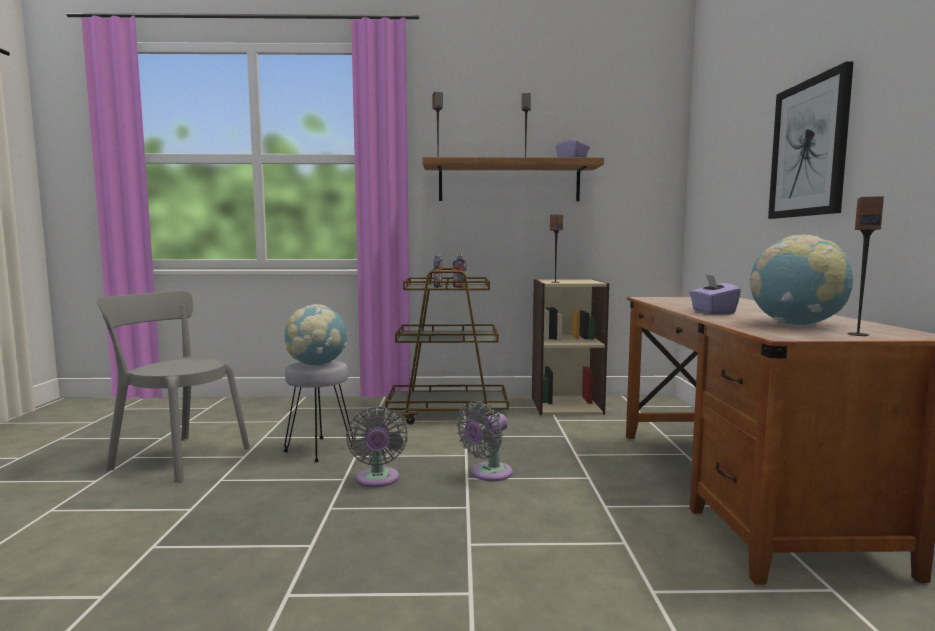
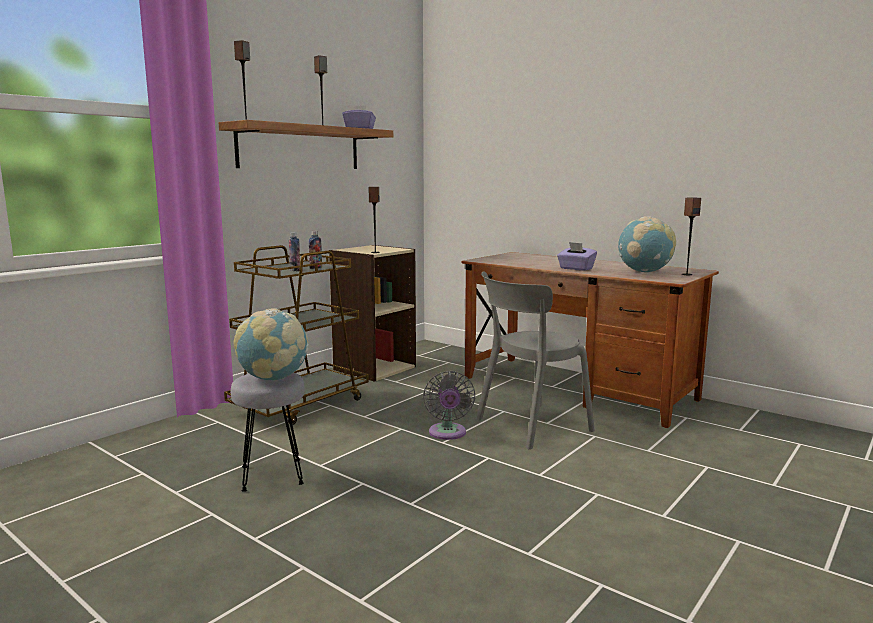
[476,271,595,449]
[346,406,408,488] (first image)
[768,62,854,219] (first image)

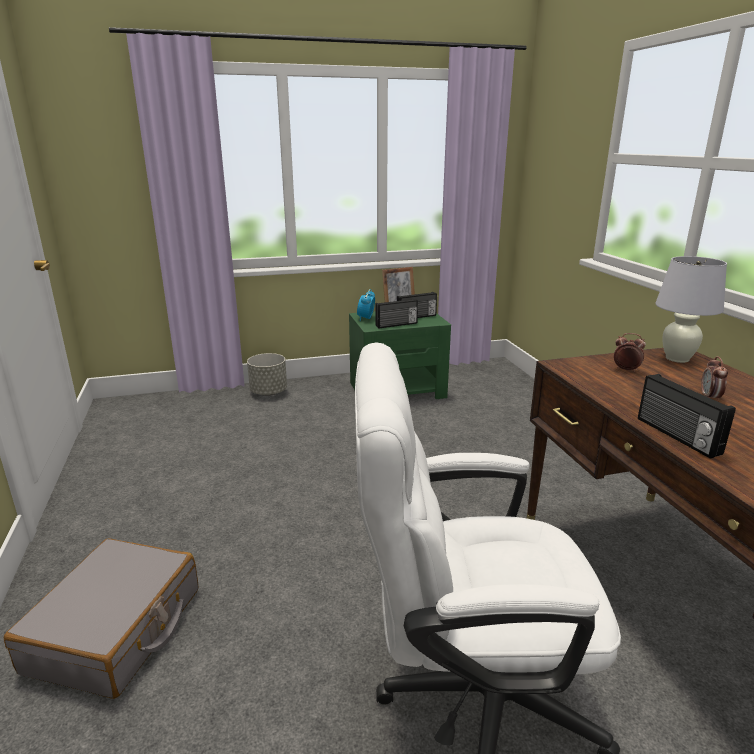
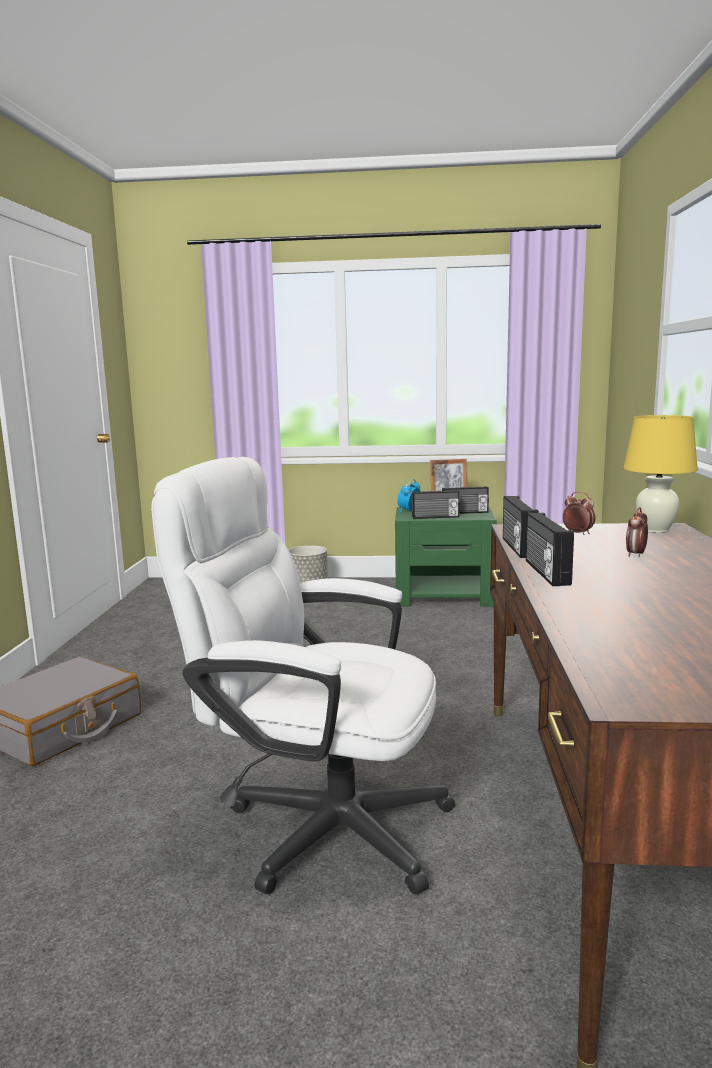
[503,496,539,558]
[623,415,698,533]

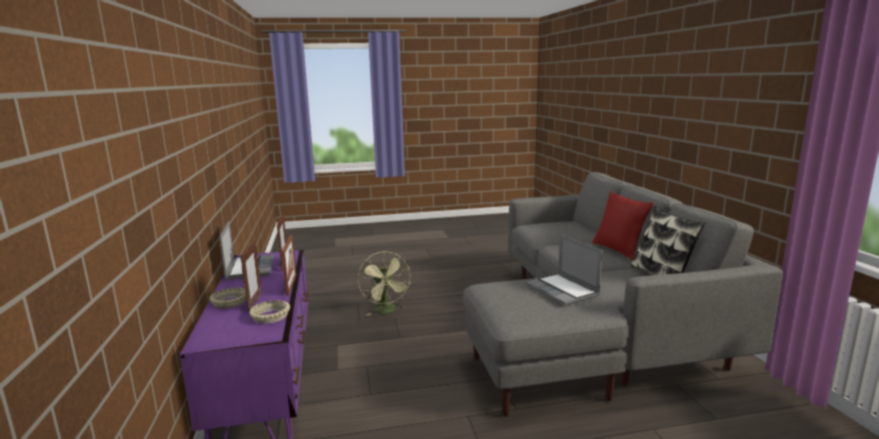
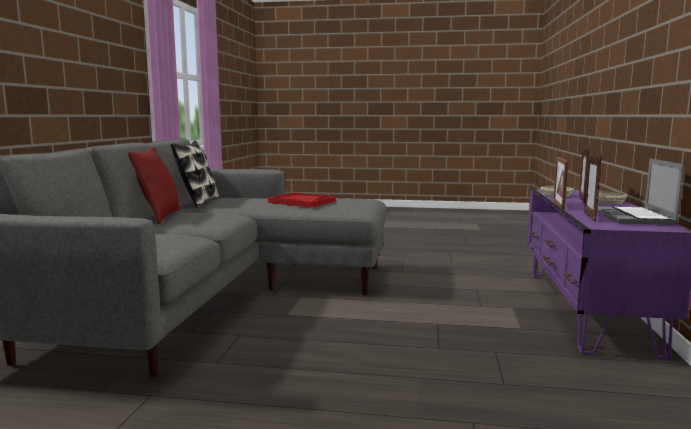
[268,192,336,208]
[358,251,411,316] (first image)

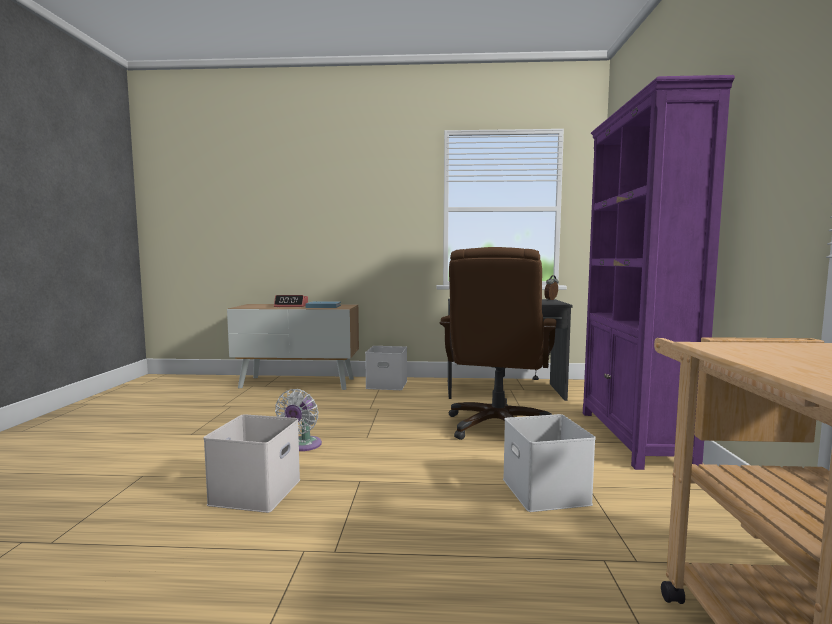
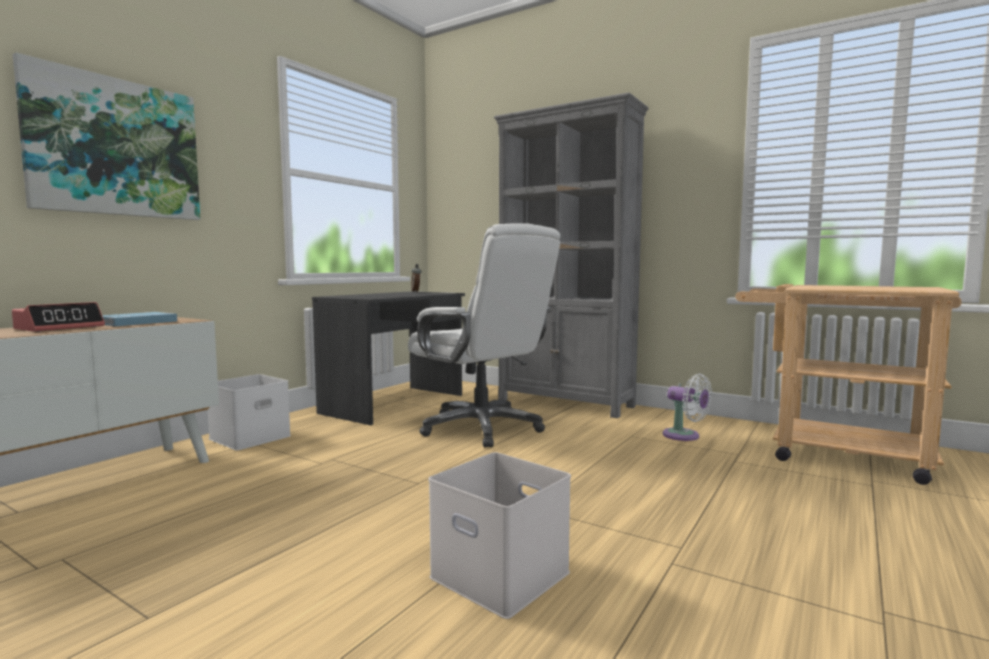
[12,53,200,220]
[408,223,561,447]
[494,92,649,418]
[663,373,712,441]
[503,414,596,512] (first image)

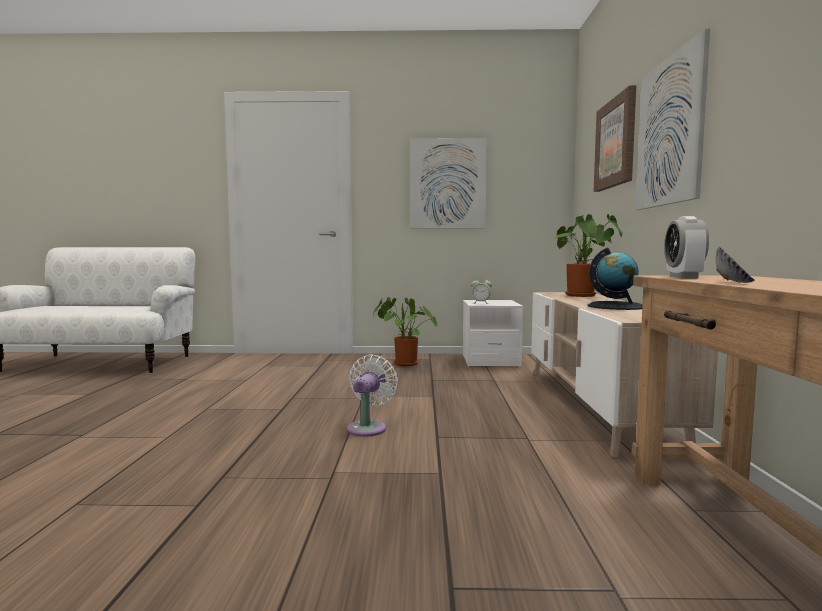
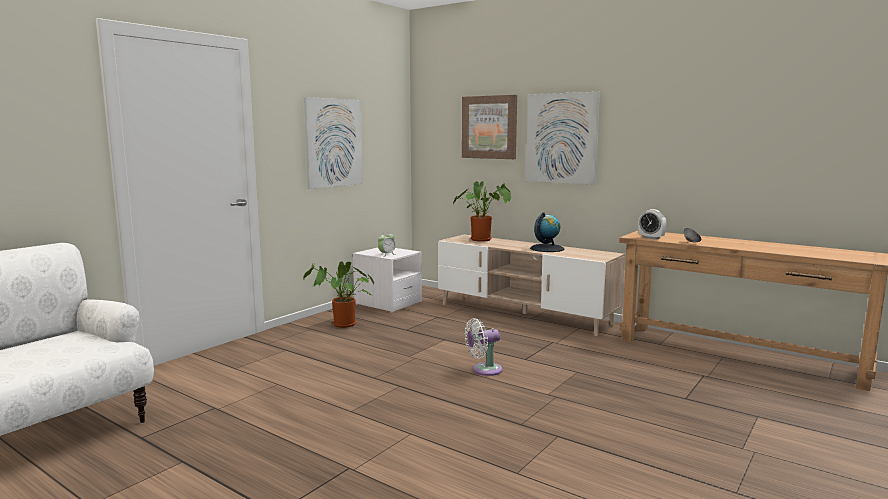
[465,318,502,376]

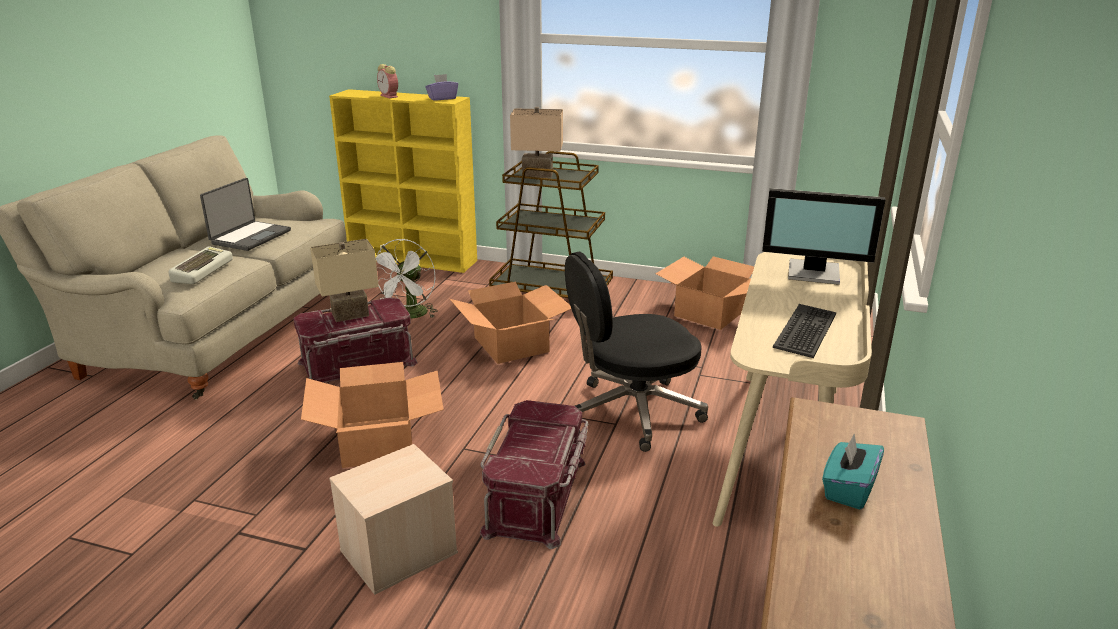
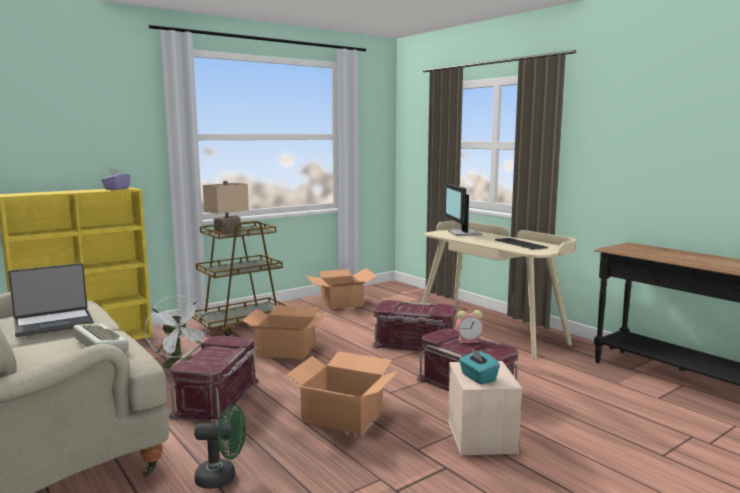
[8,263,94,337]
[194,404,246,489]
[372,300,456,352]
[445,184,482,236]
[456,310,483,343]
[459,347,500,384]
[310,239,379,322] (first image)

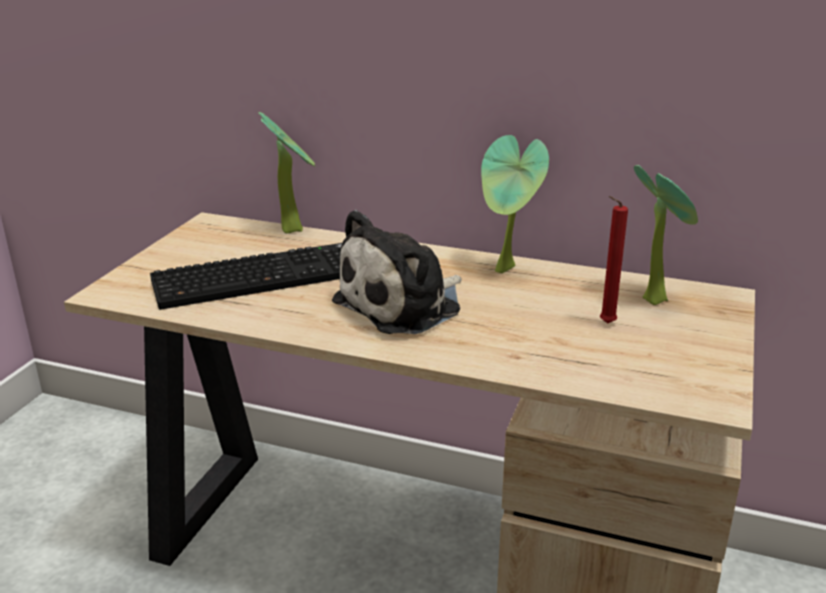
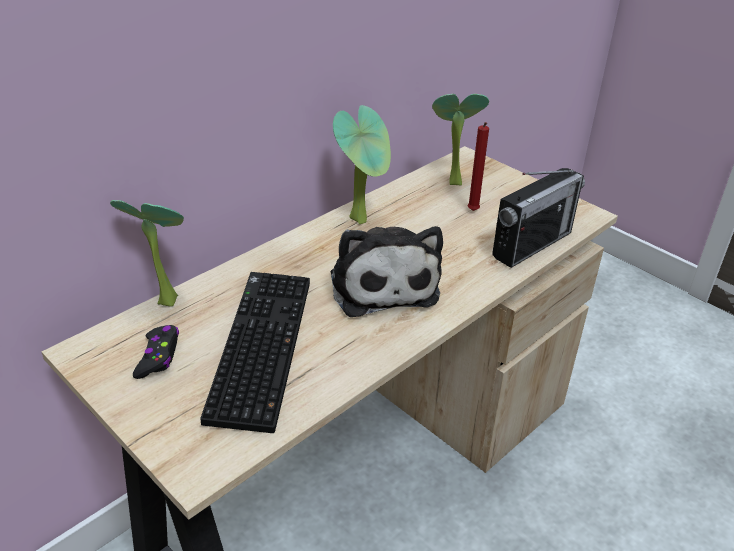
[133,325,179,379]
[492,168,585,268]

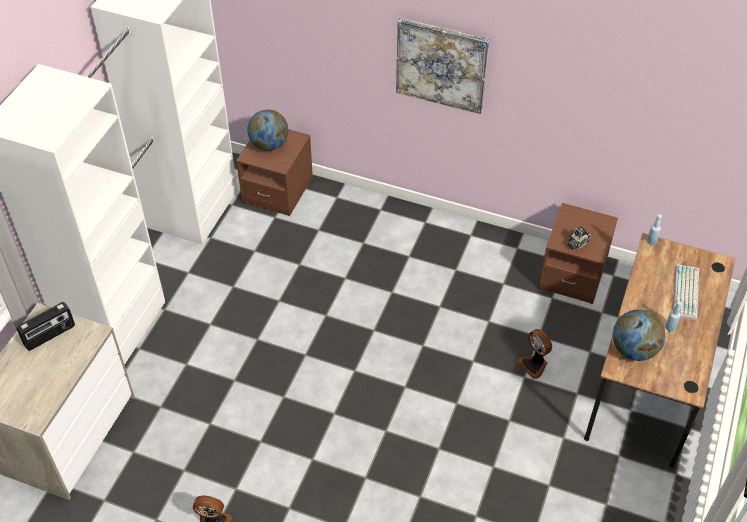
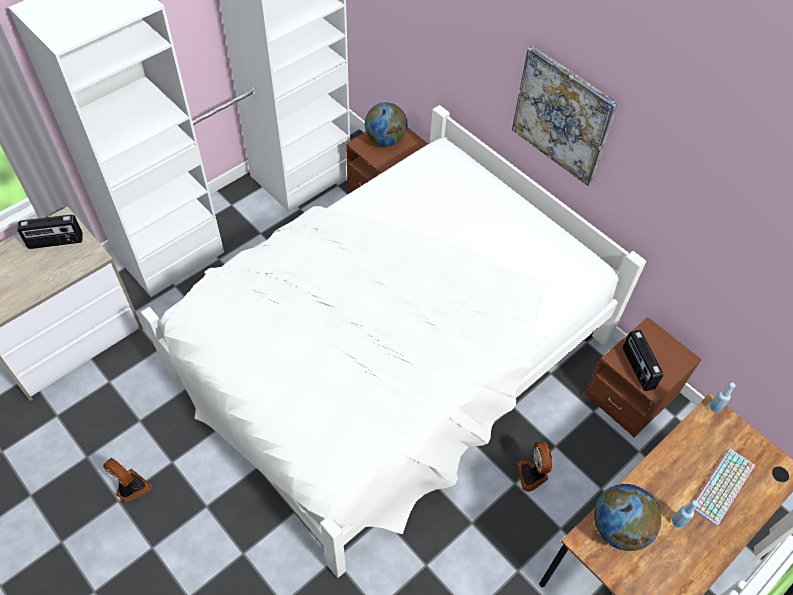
[141,105,646,578]
[623,330,663,391]

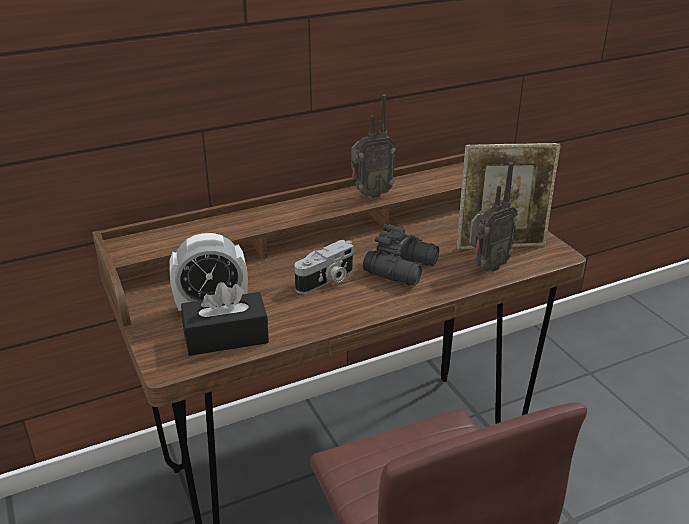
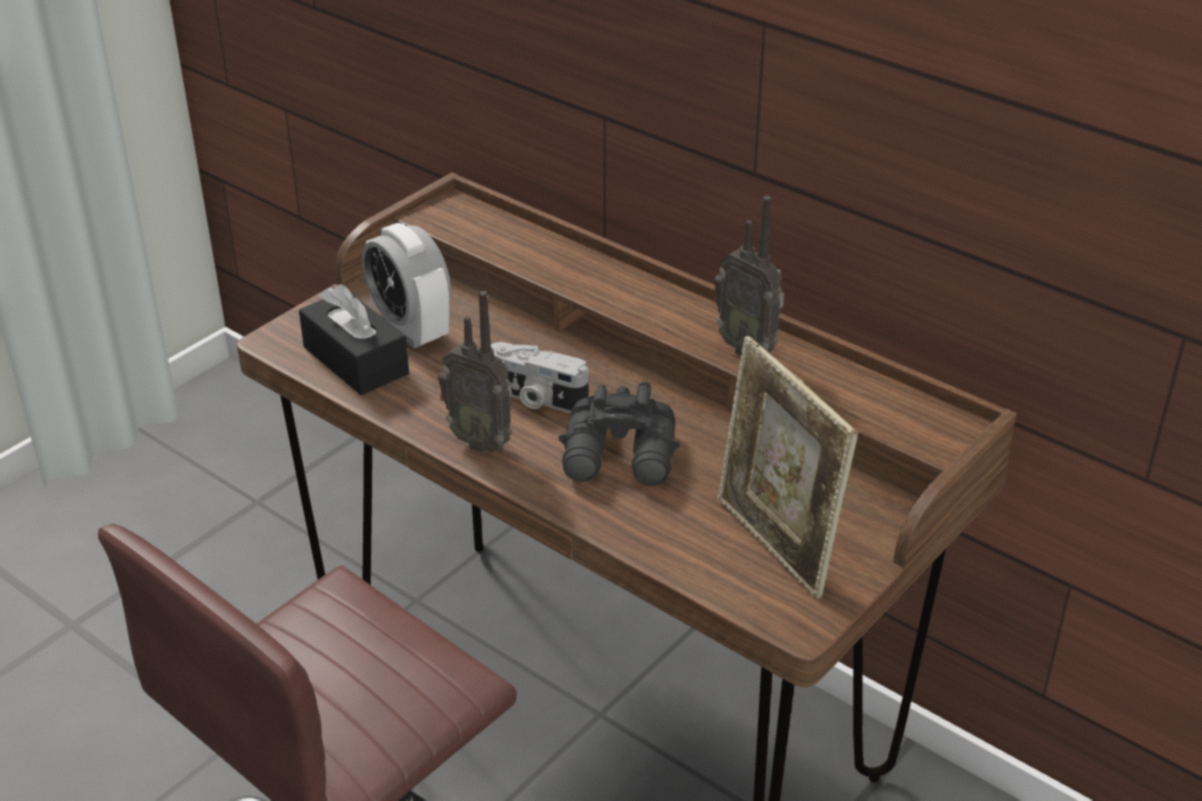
[438,291,512,453]

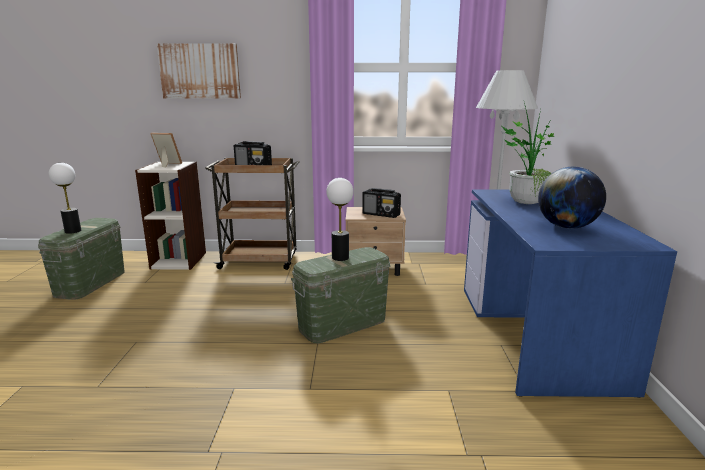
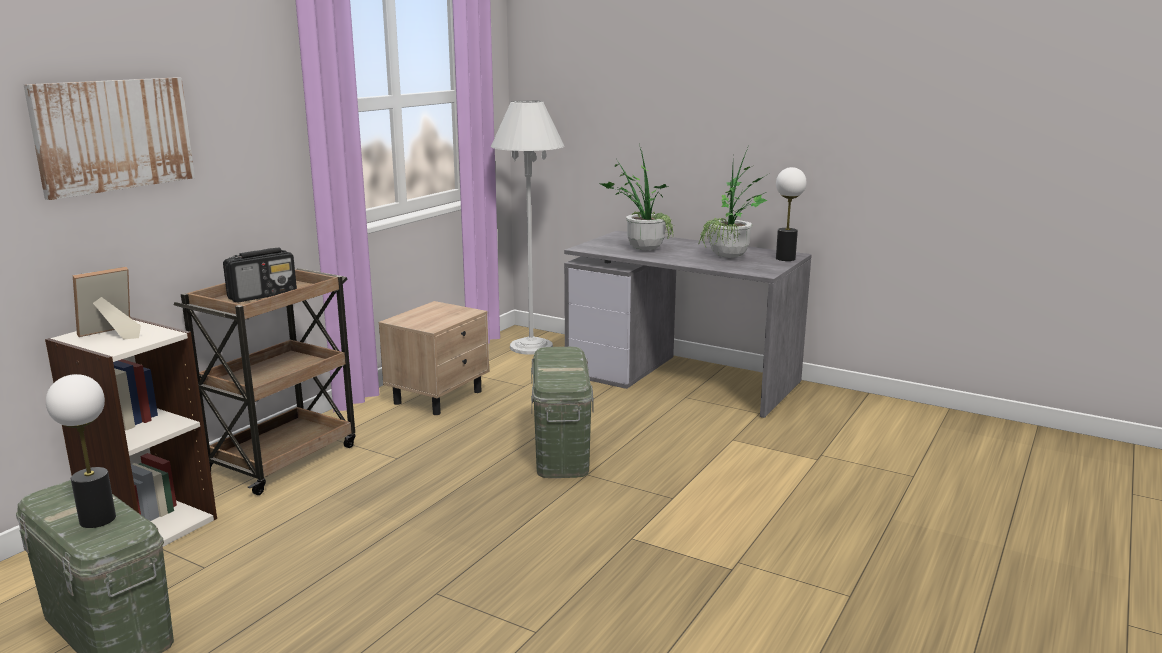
[564,231,812,418]
[698,148,768,258]
[776,167,806,261]
[362,188,401,218] (first image)

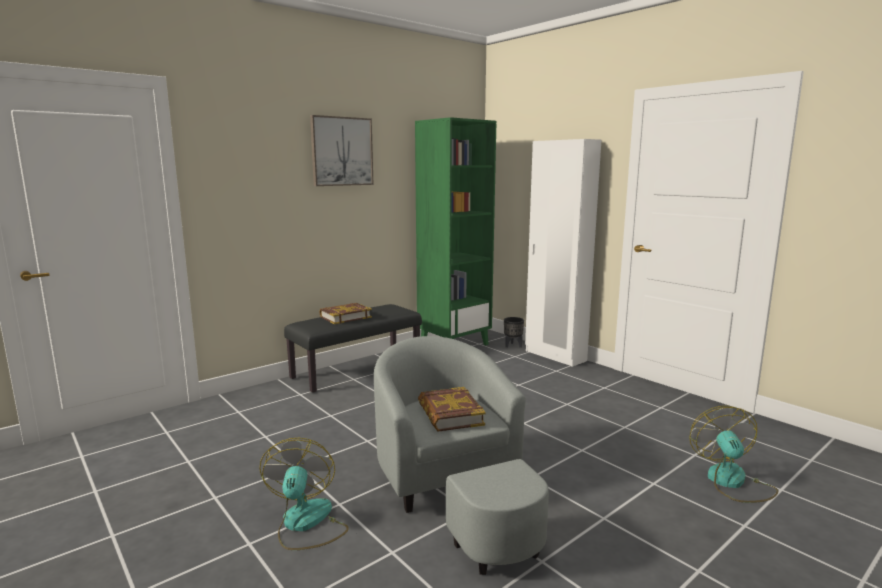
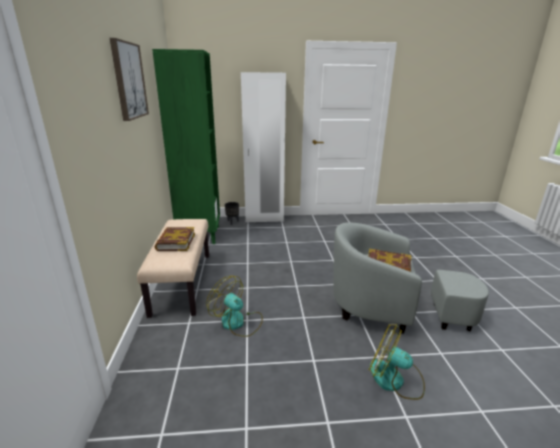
[137,219,209,318]
[206,276,263,337]

